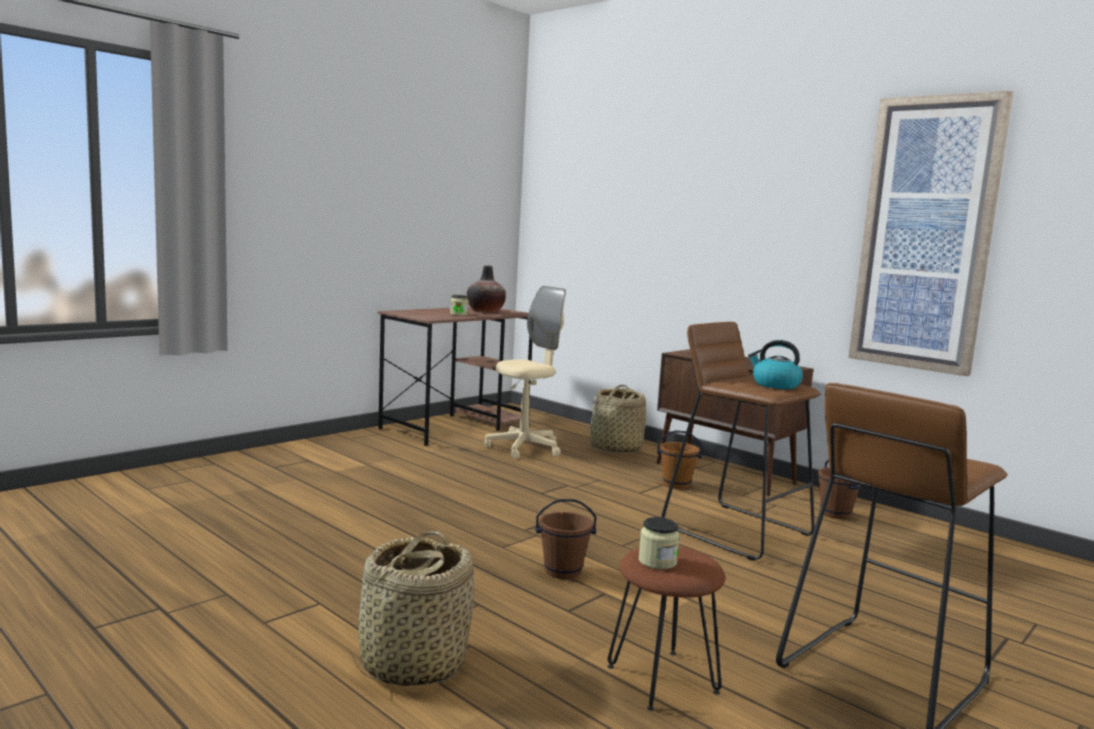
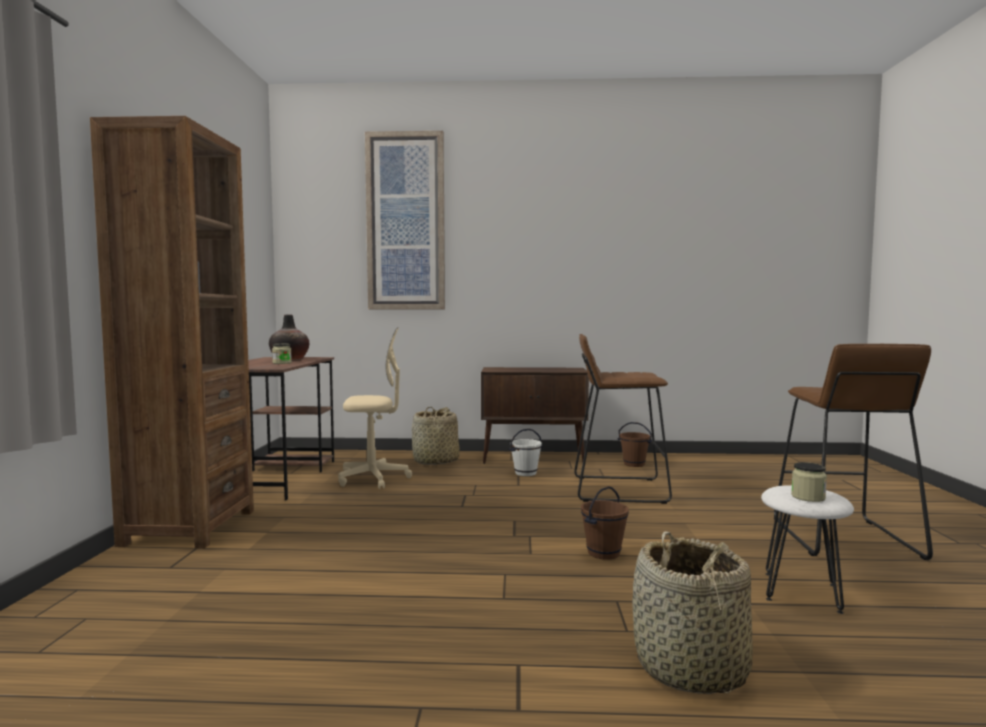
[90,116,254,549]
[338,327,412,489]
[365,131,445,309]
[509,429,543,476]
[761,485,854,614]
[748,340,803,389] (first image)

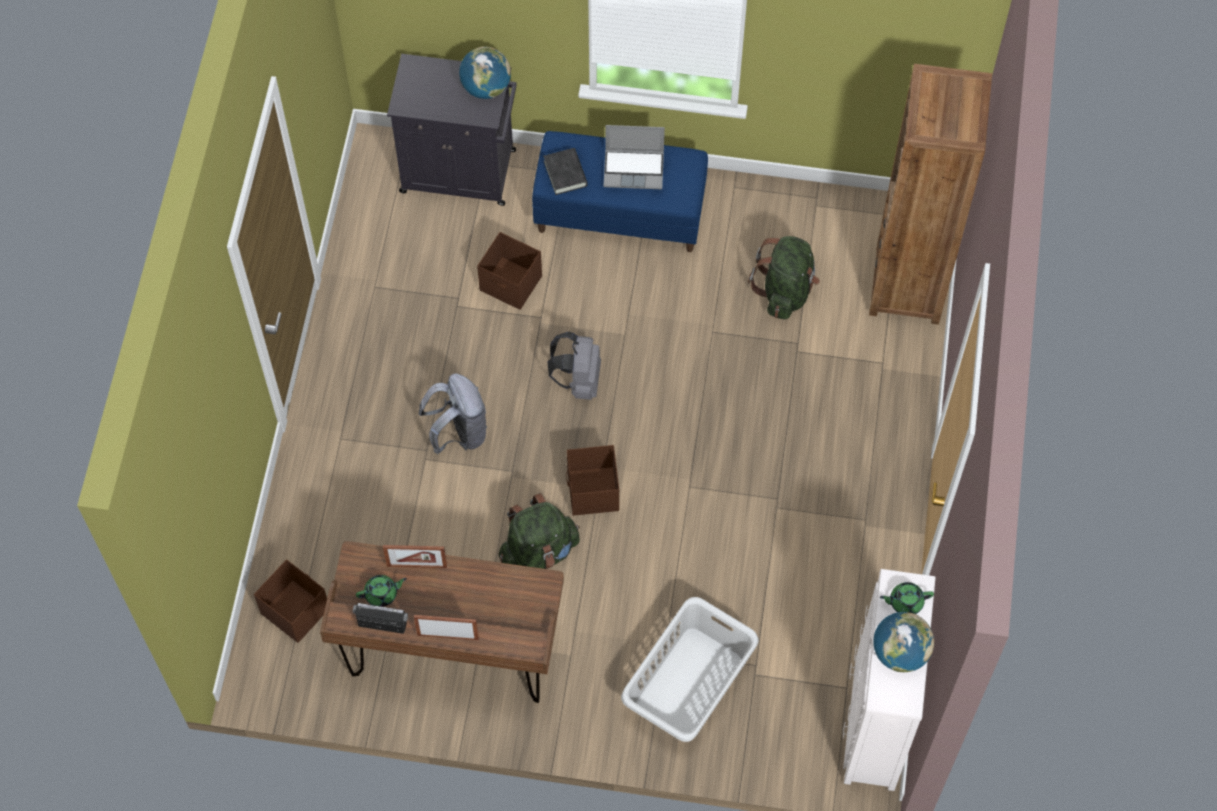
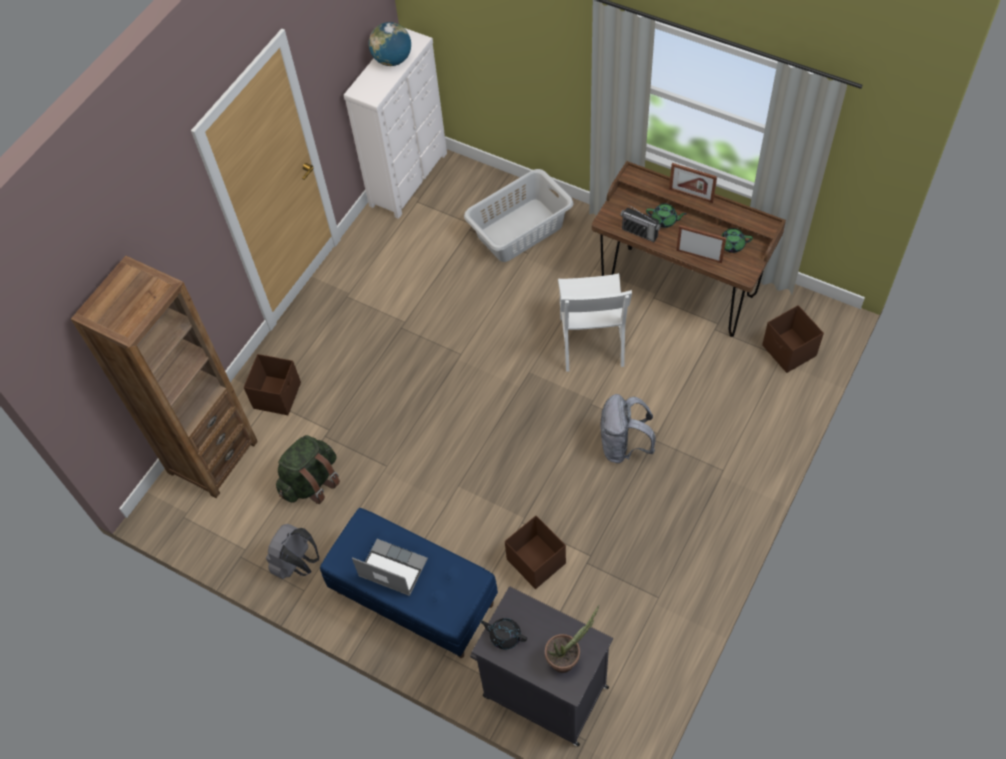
[244,354,301,415]
[266,524,319,579]
[479,618,527,649]
[545,605,599,673]
[558,273,632,372]
[620,205,661,242]
[646,203,686,228]
[543,148,588,195] (first image)

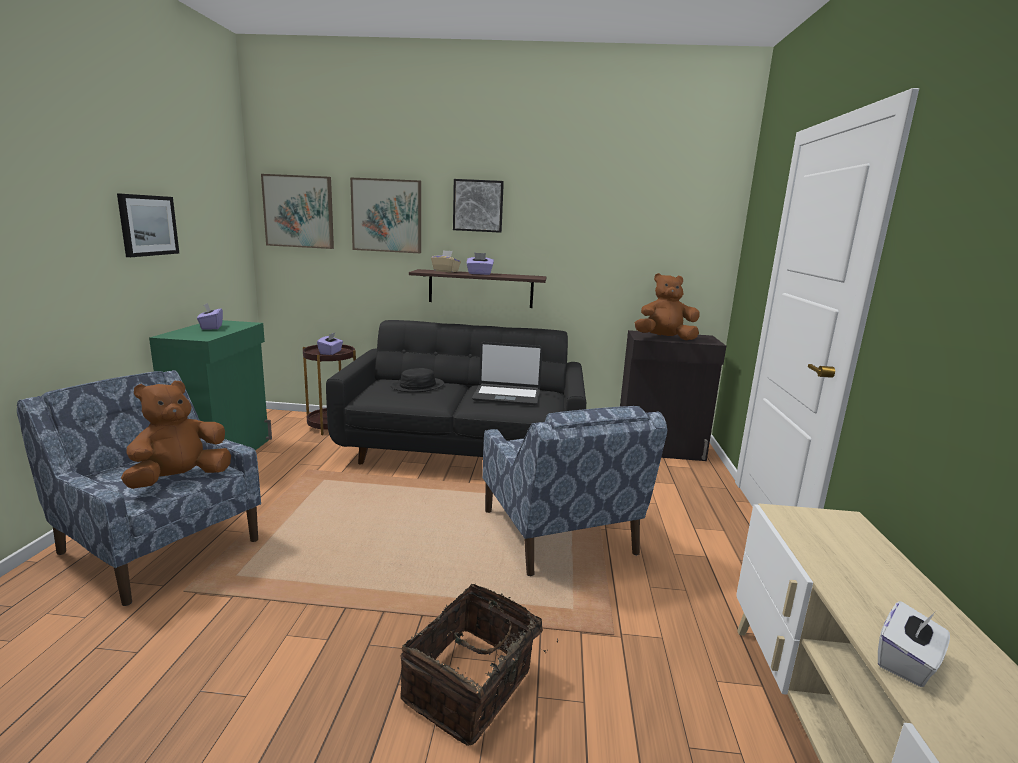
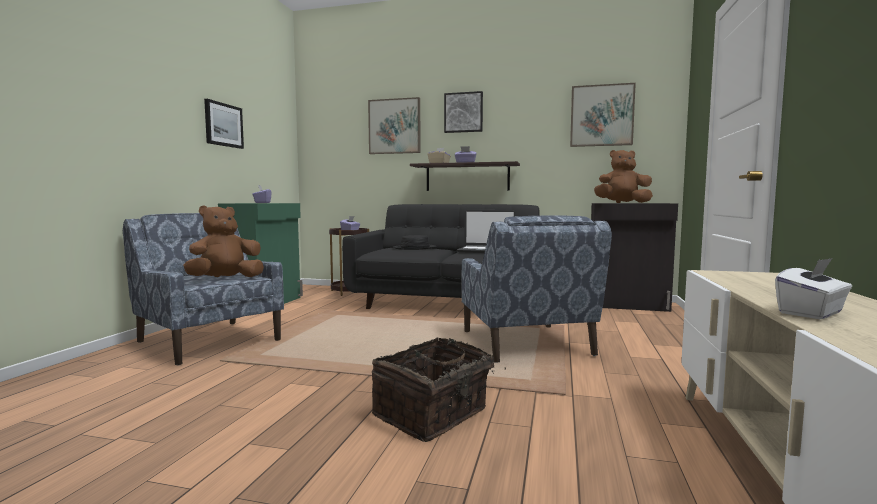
[570,83,636,147]

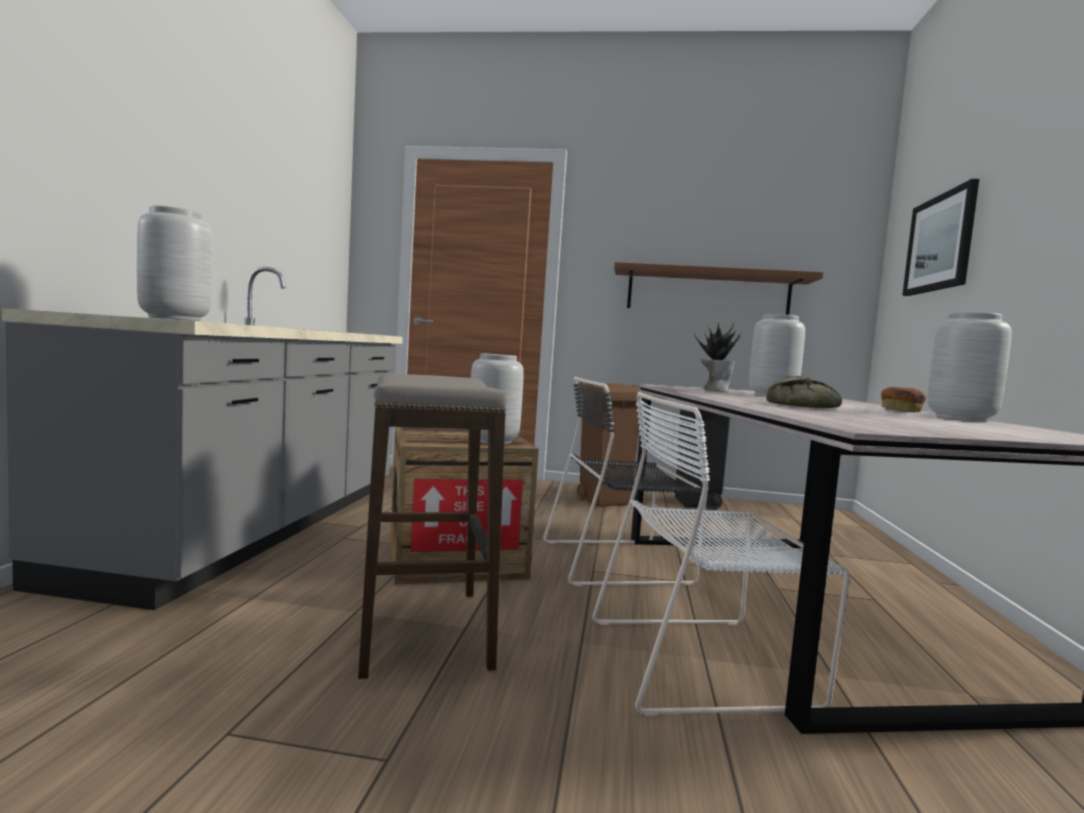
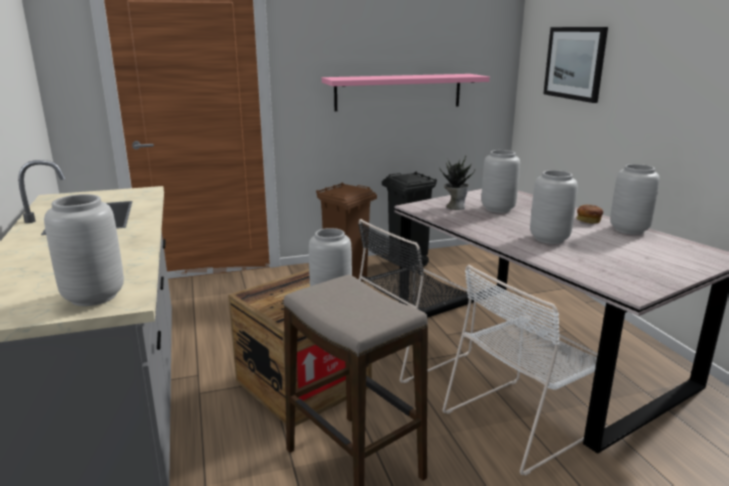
[322,74,490,111]
[530,170,578,244]

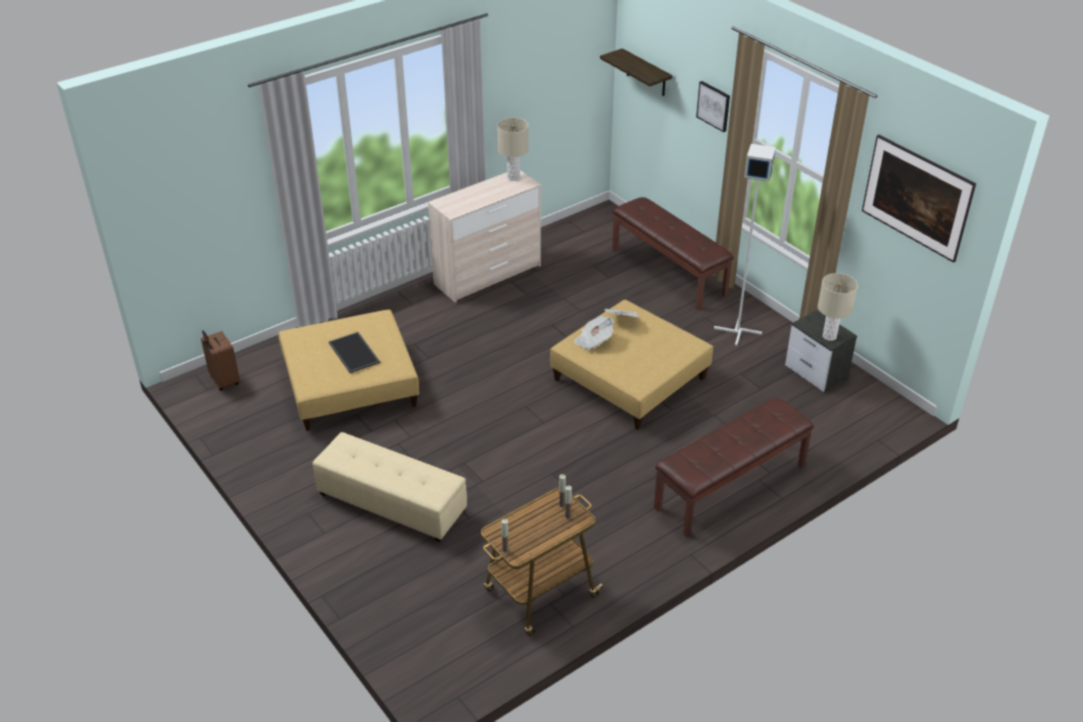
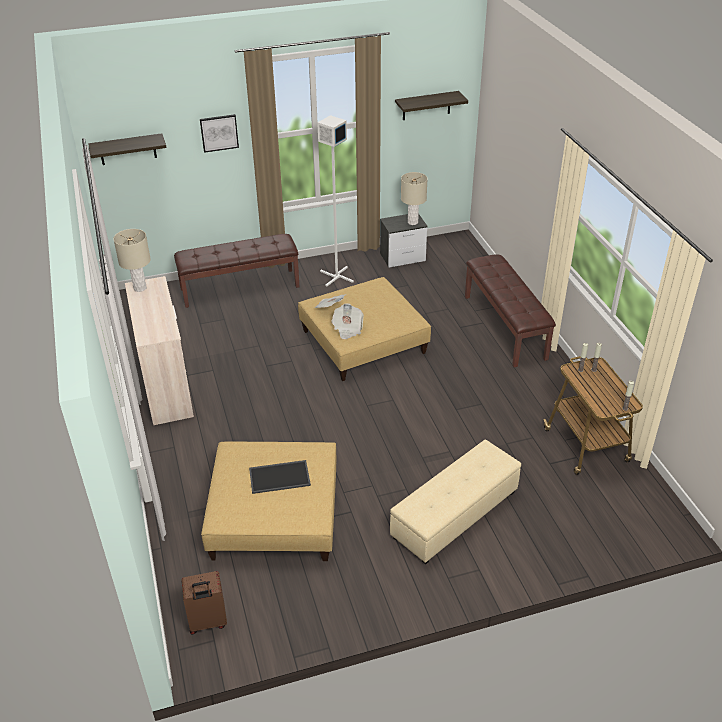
[395,91,468,120]

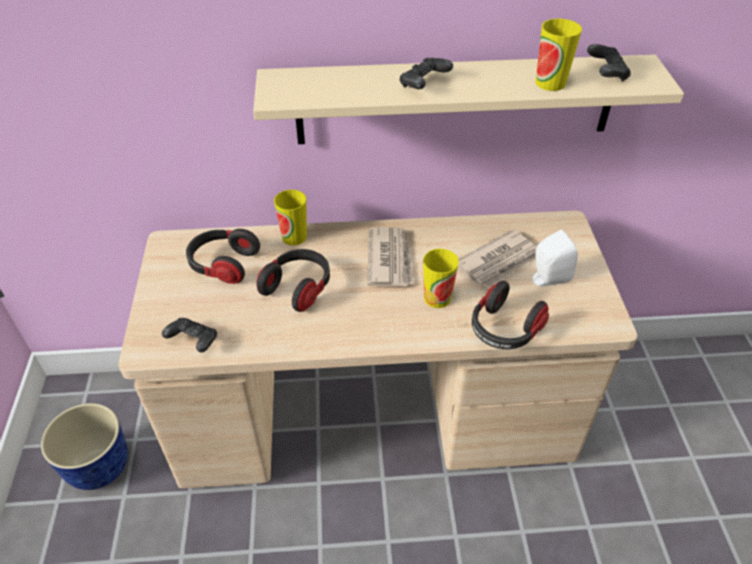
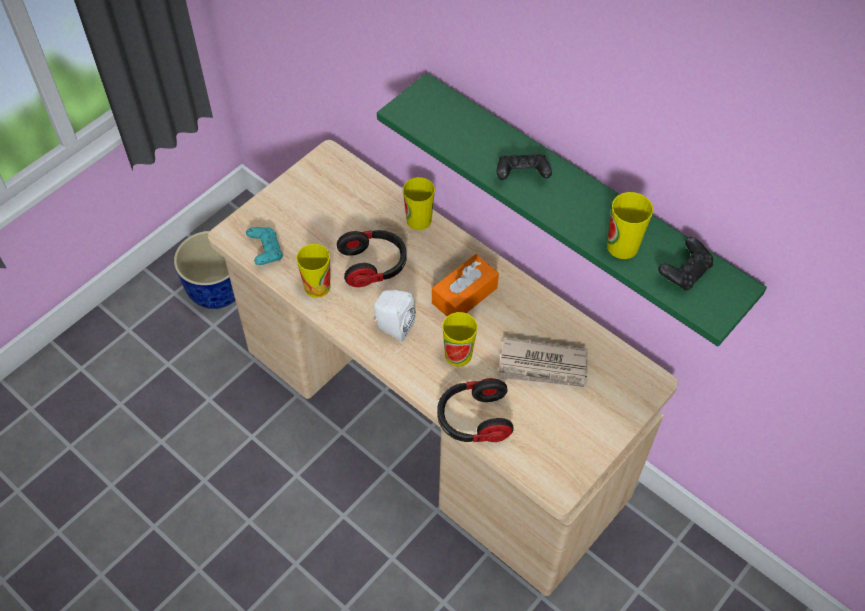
[246,227,283,265]
[296,244,330,298]
[374,290,416,342]
[377,73,767,347]
[432,254,499,316]
[186,229,260,284] (first image)

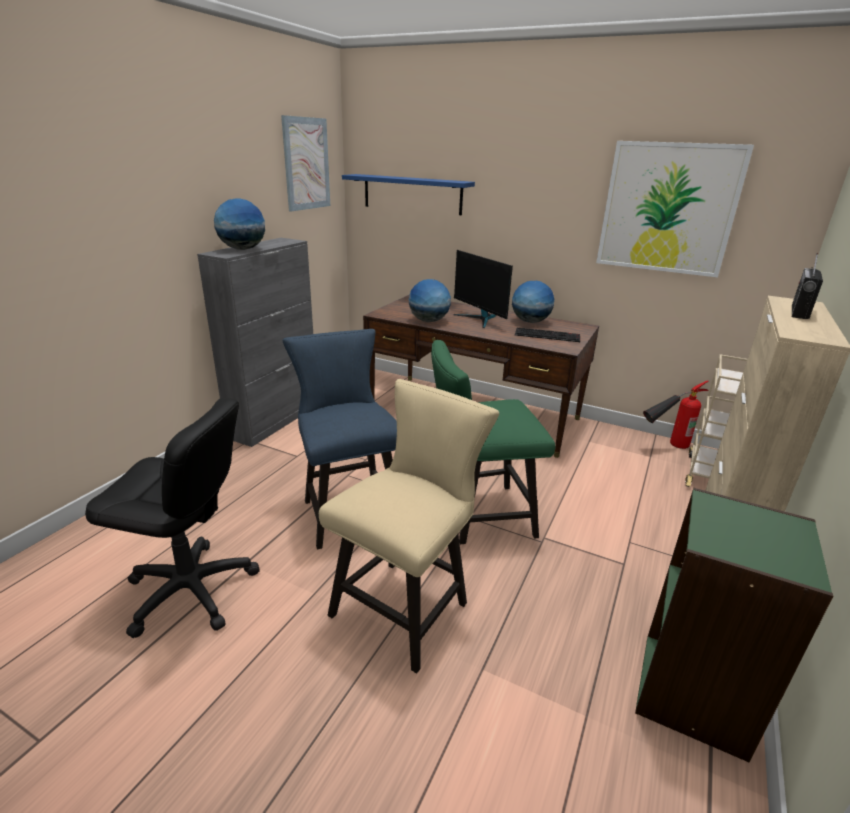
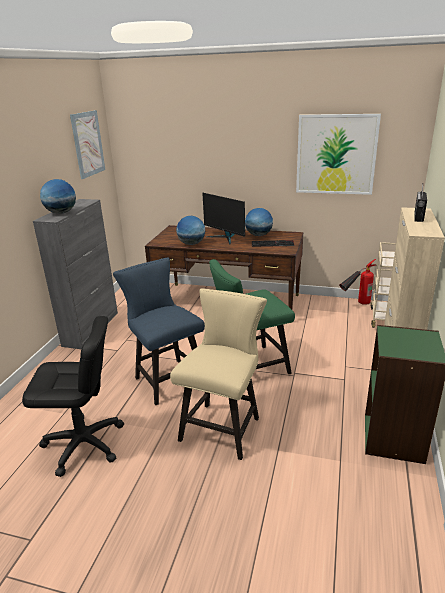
[342,174,475,215] (first image)

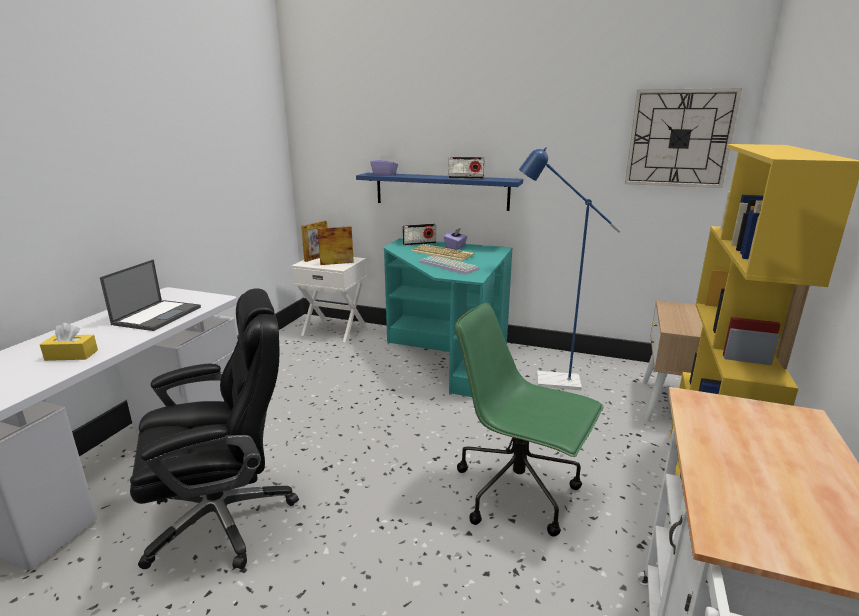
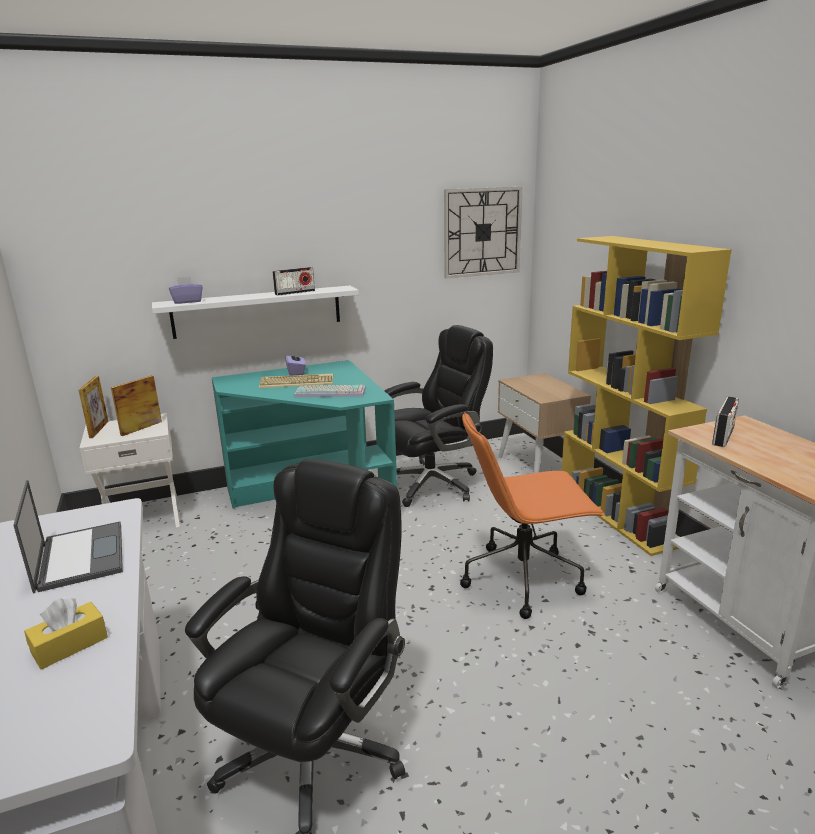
[152,286,359,339]
[384,325,493,507]
[460,412,605,619]
[712,397,739,447]

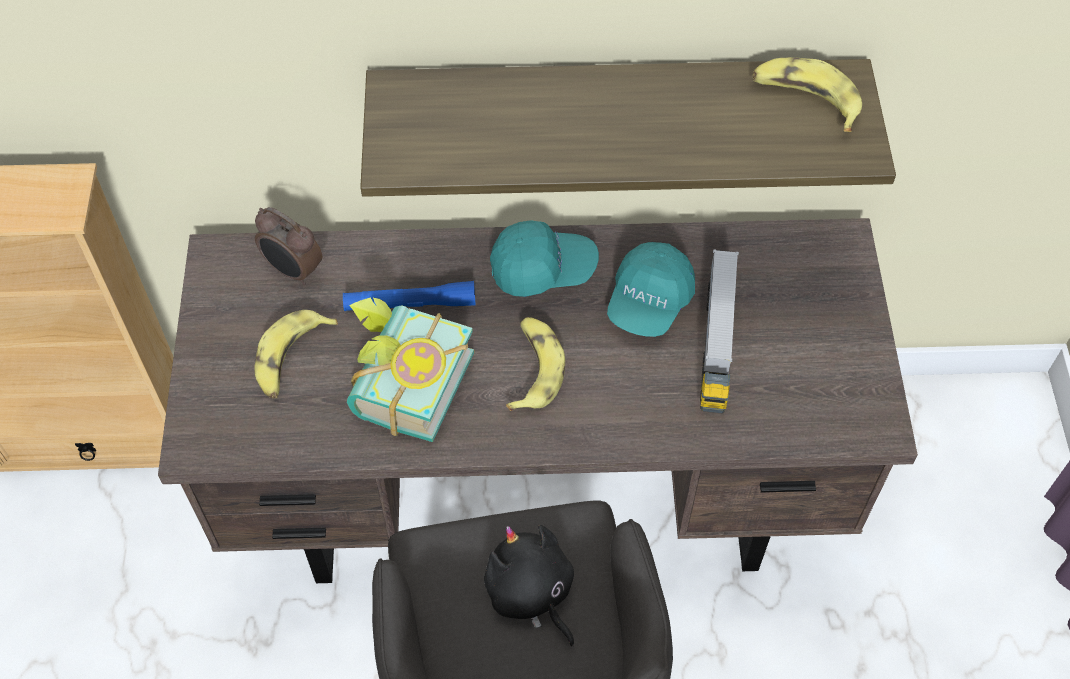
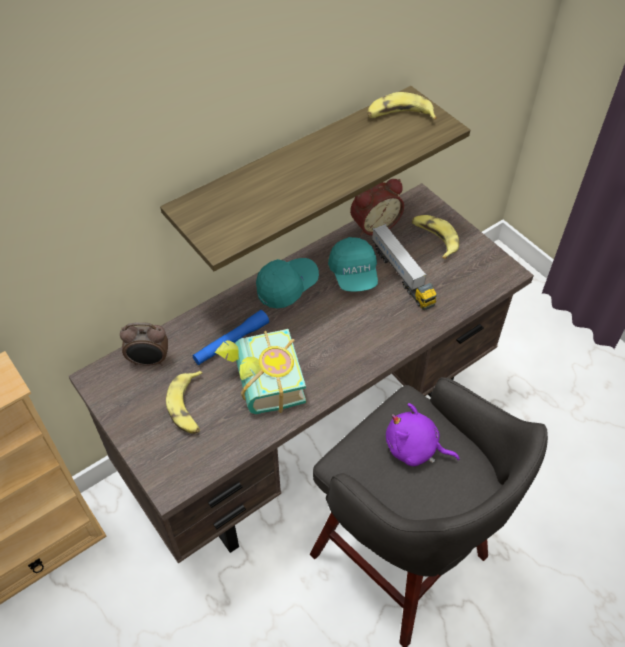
[350,179,404,236]
[386,403,460,466]
[412,215,459,259]

